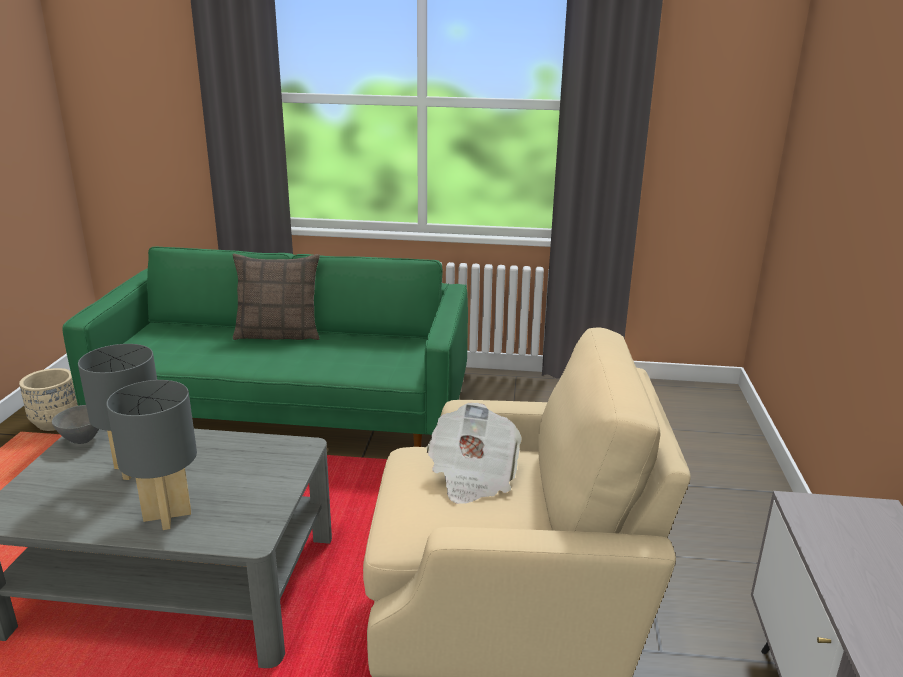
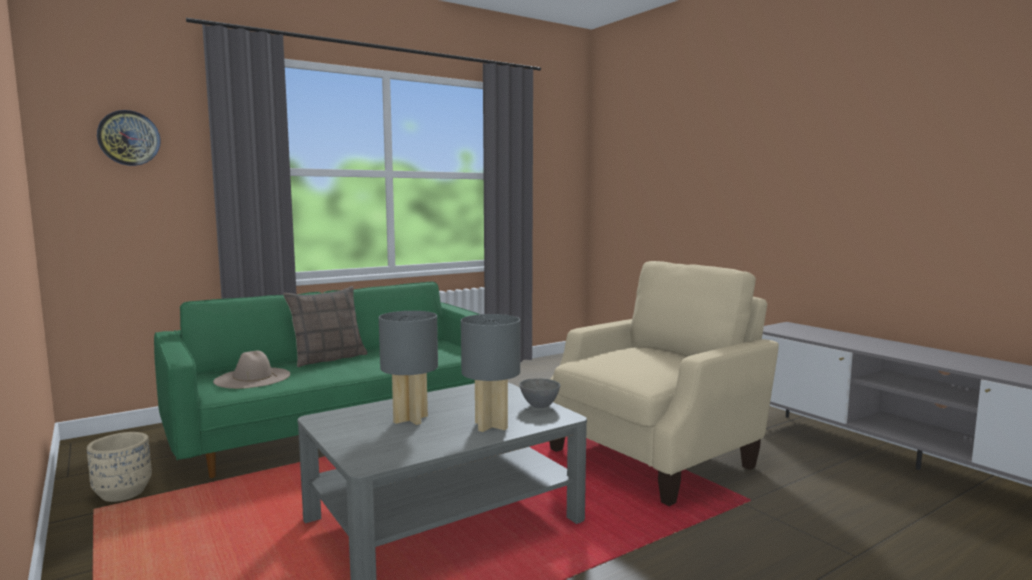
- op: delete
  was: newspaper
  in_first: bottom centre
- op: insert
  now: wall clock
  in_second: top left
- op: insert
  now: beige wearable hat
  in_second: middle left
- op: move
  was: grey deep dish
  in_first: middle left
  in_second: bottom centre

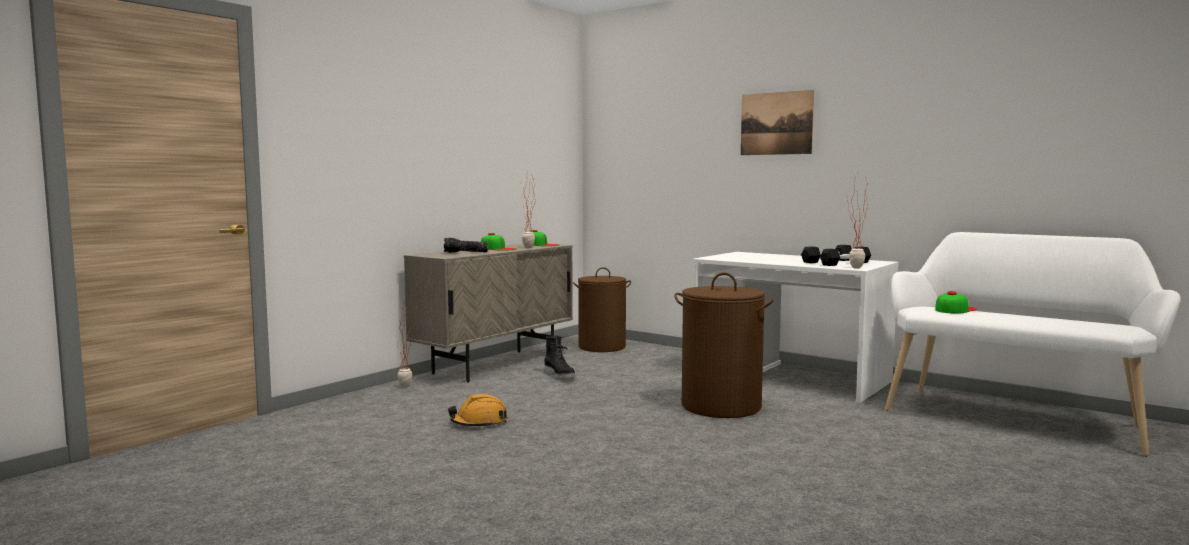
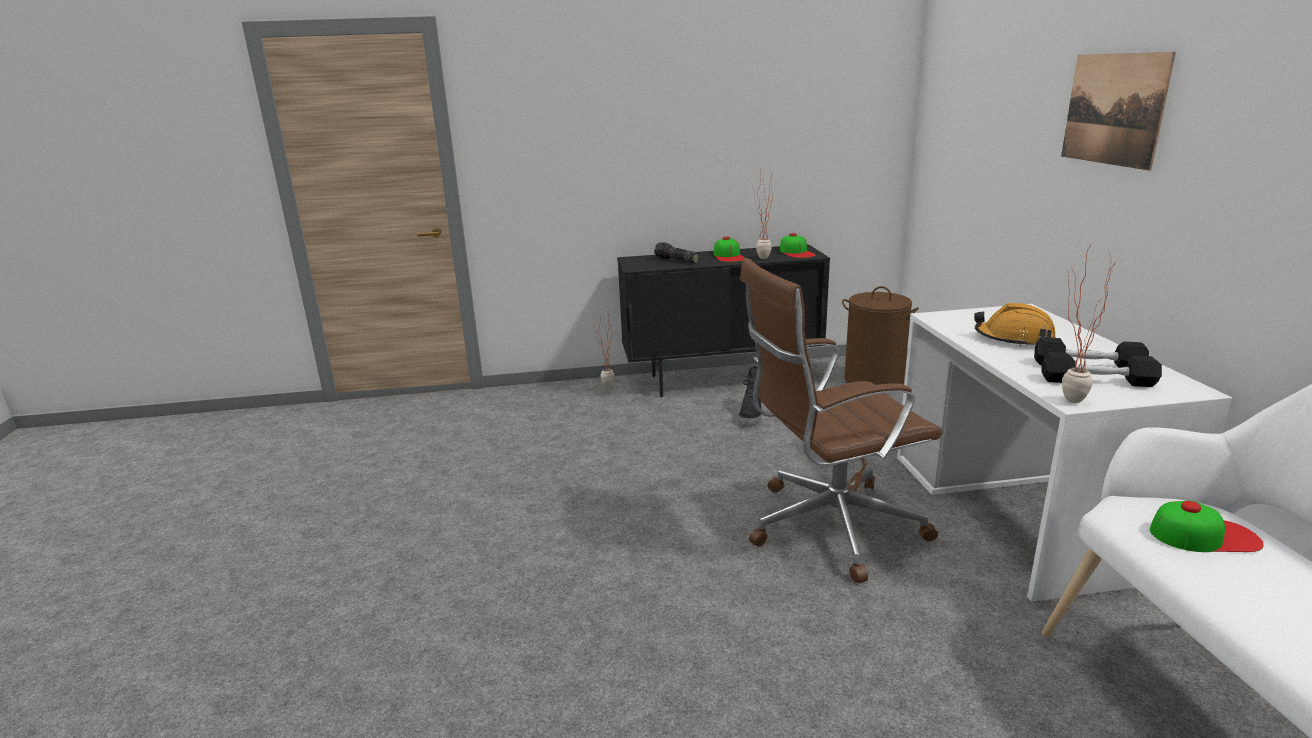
- op: move
  was: orange-coloured hard hat
  in_first: bottom centre
  in_second: middle right
- op: replace
  was: brownish laundry basket (2nd from left)
  now: brownish office chair
  in_first: centre
  in_second: centre
- op: recolor
  was: beige cupboard
  now: black-coloured cupboard
  in_first: centre
  in_second: centre

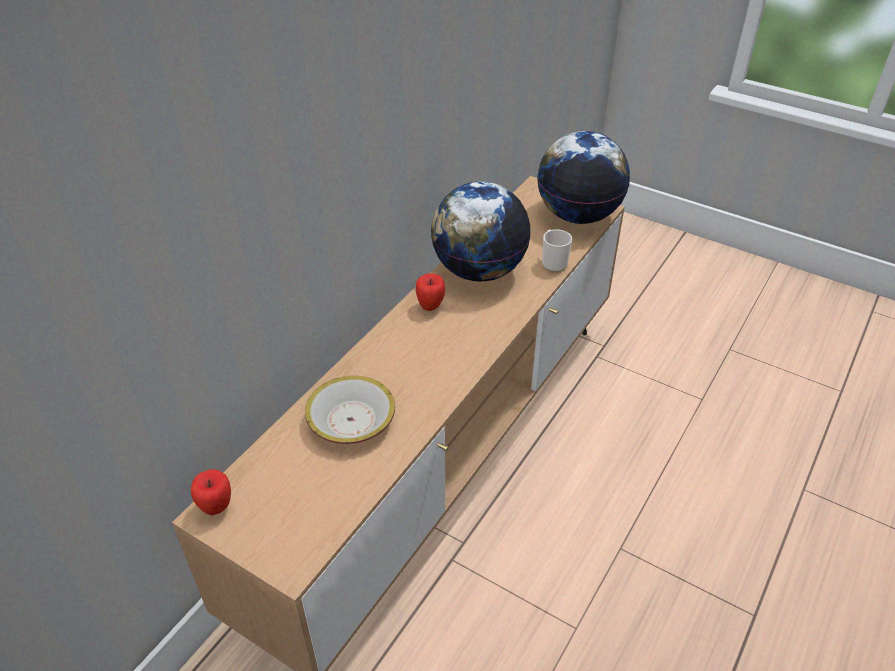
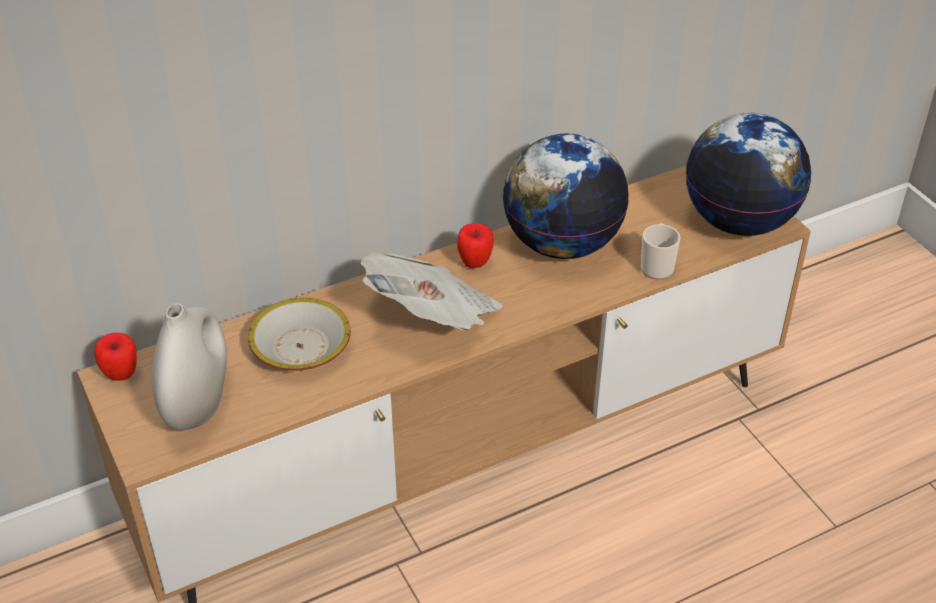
- op: insert
  now: white-coloured vase
  in_second: middle left
- op: insert
  now: newspaper
  in_second: centre

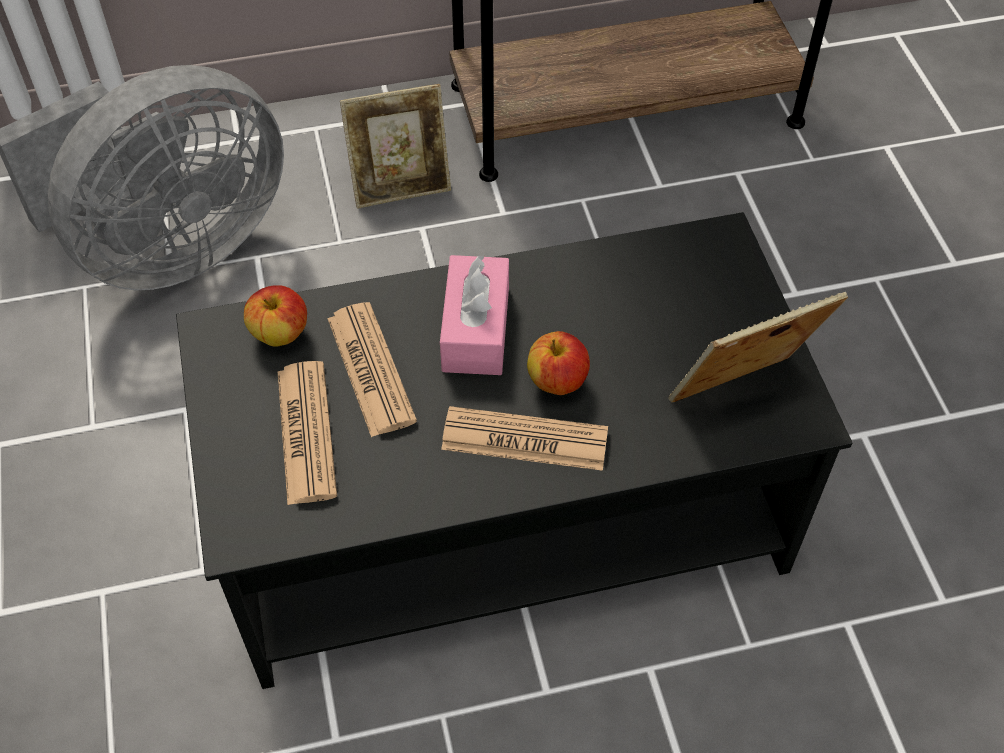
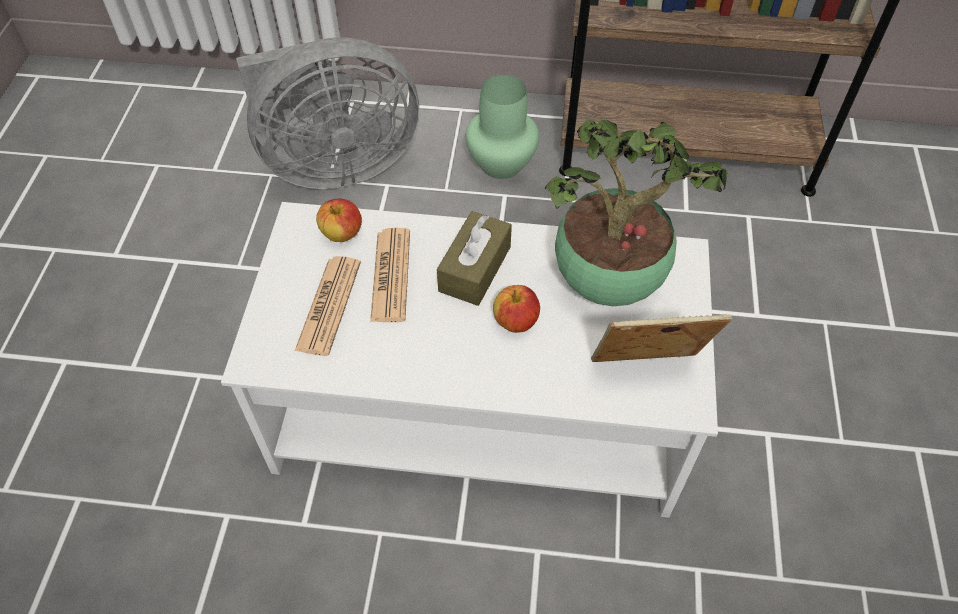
- op: delete
  was: newspaper (3rd from left)
  in_first: centre
- op: insert
  now: potted plant
  in_second: centre
- op: replace
  was: picture frame (1st from left)
  now: green vase
  in_first: top centre
  in_second: top centre
- op: recolor
  was: black-coloured lounge table
  now: white-coloured lounge table
  in_first: centre
  in_second: centre
- op: recolor
  was: pink box of tissues
  now: brownish box of tissues
  in_first: centre
  in_second: centre

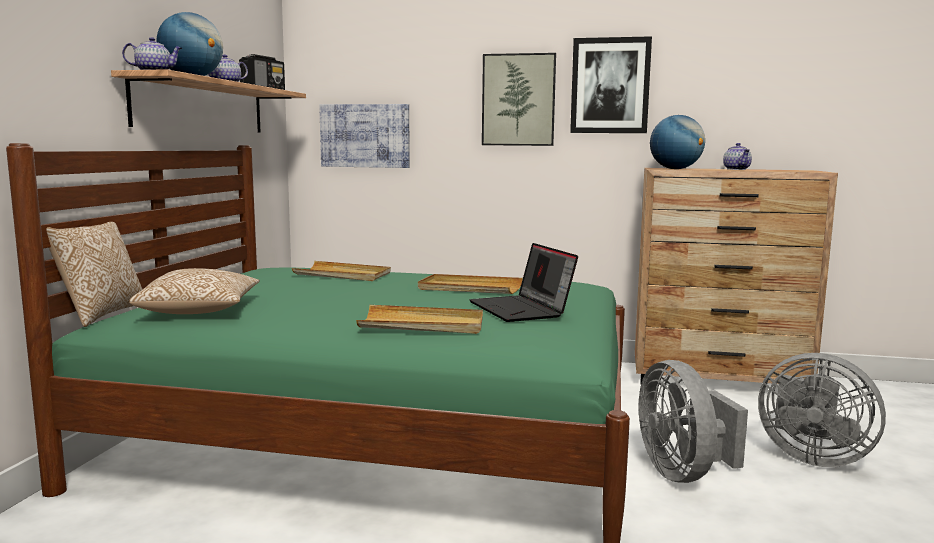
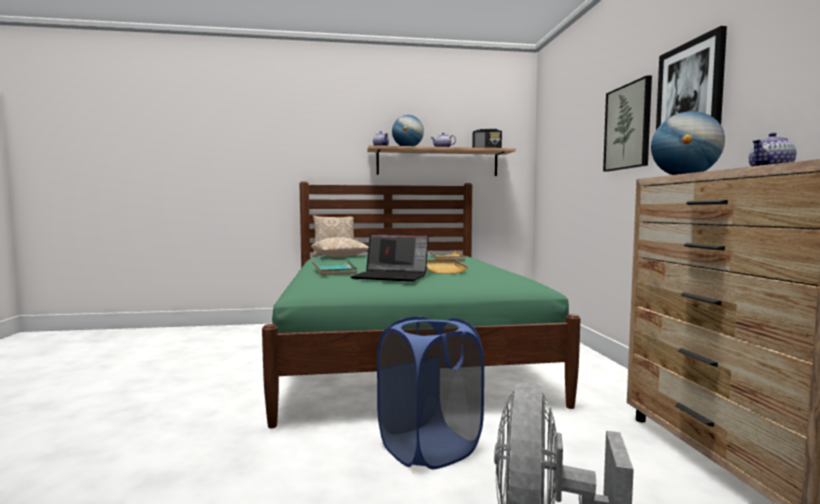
- op: delete
  was: wall picture (1st from left)
  in_first: top centre
- op: replace
  was: grey cooling fan (1st from left)
  now: blue laundry basket
  in_first: bottom right
  in_second: bottom centre
- op: recolor
  was: beige tray (2nd from left)
  now: blue-green tray
  in_first: centre
  in_second: centre
- op: rotate
  was: laptop
  in_first: centre
  in_second: centre
  clockwise: -120

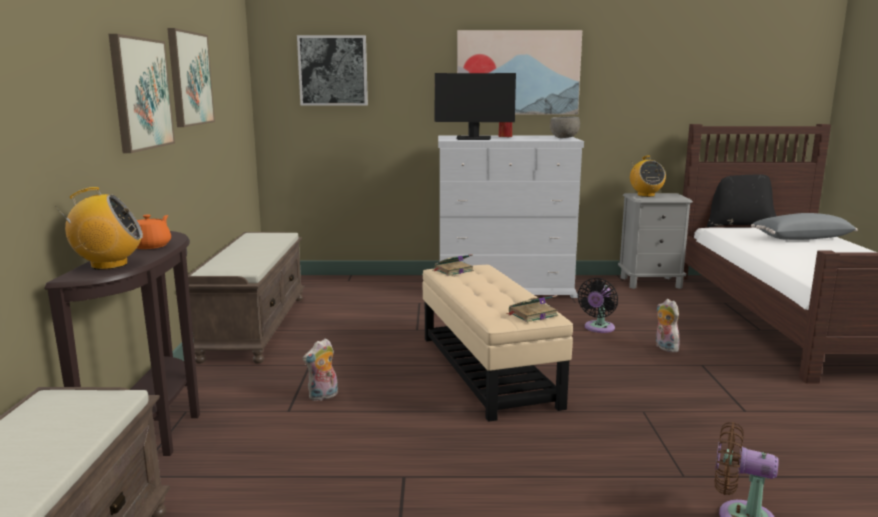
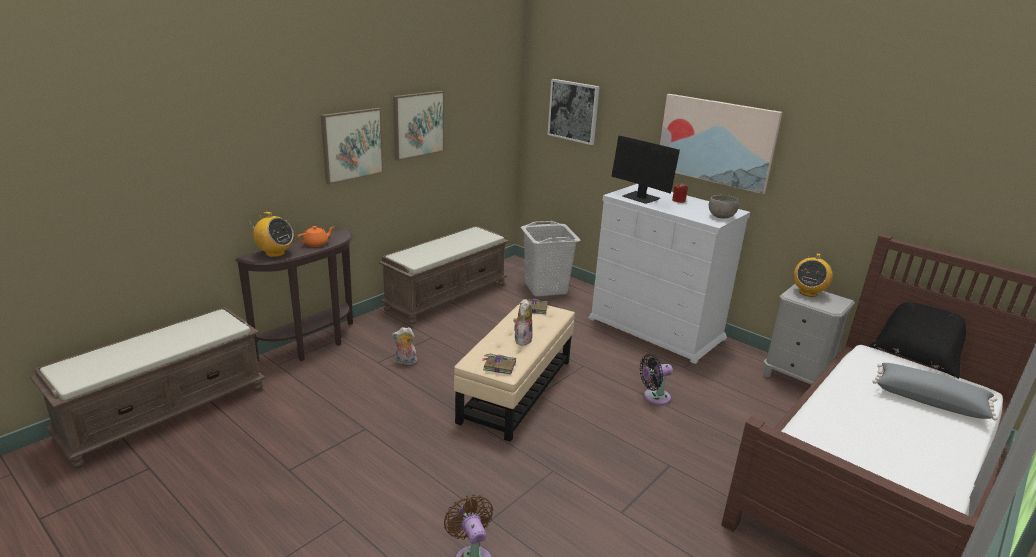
- op: insert
  now: grey laundry basket
  in_second: centre
- op: move
  was: plush toy (2nd from left)
  in_first: middle right
  in_second: centre

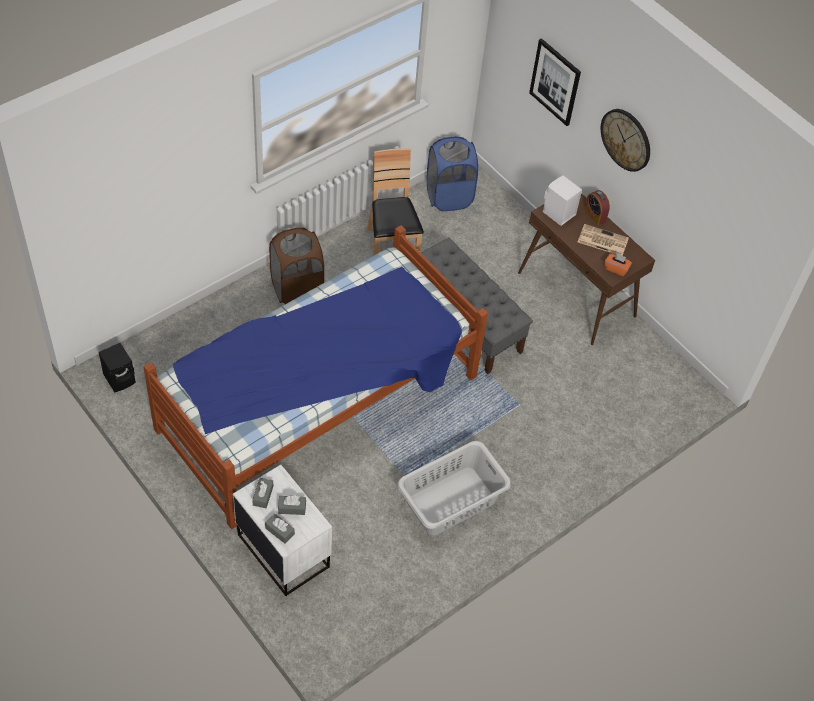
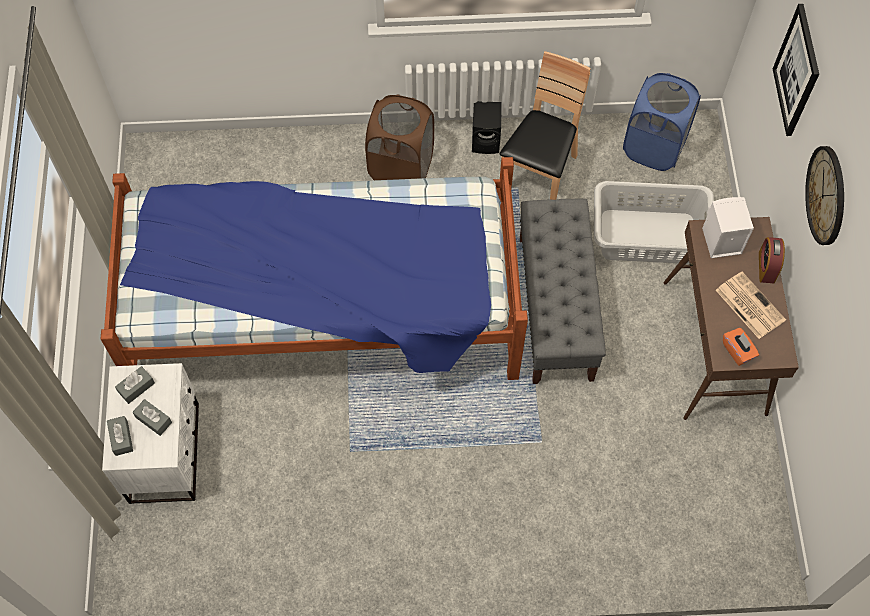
- op: move
  was: black-coloured speaker
  in_first: middle left
  in_second: top centre
- op: move
  was: grey laundry basket
  in_first: bottom centre
  in_second: middle right

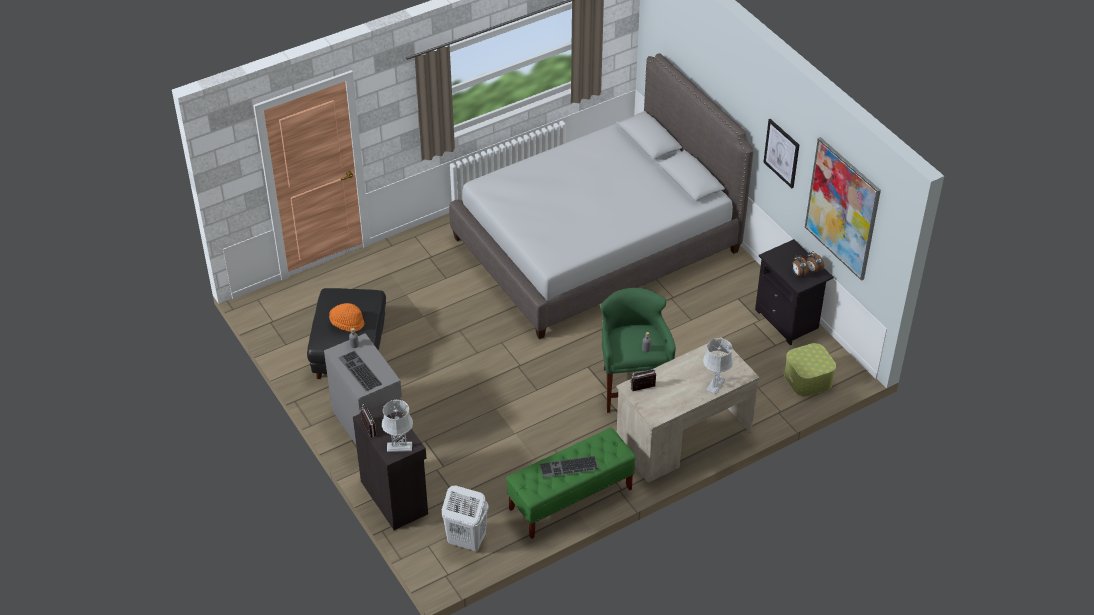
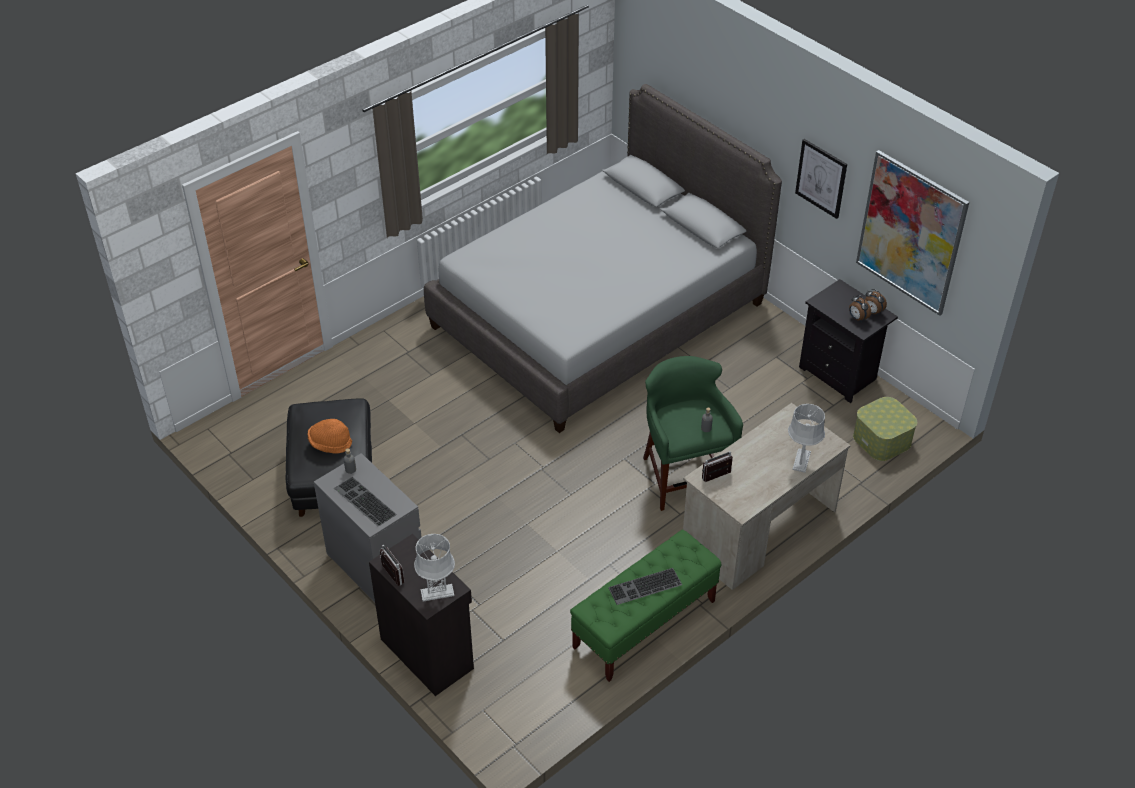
- op: delete
  was: white-coloured laundry basket
  in_first: bottom centre

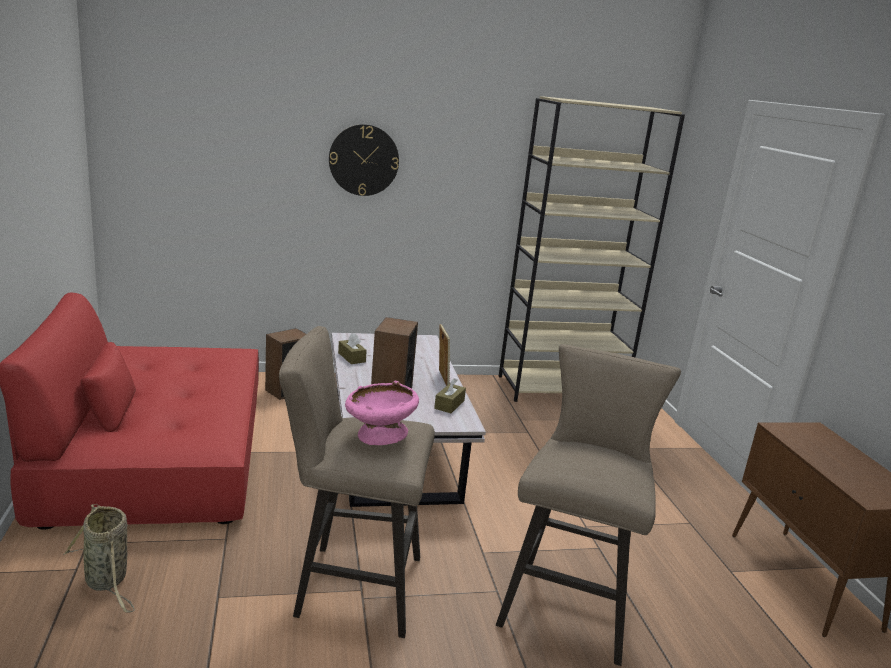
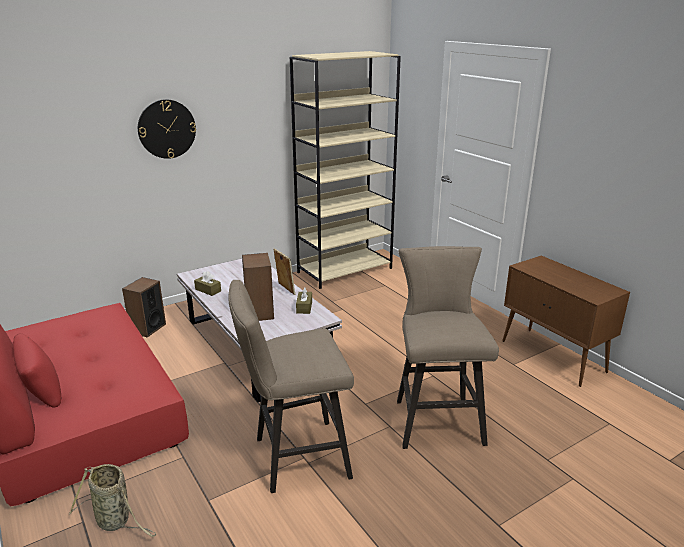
- op: delete
  was: pink deep dish
  in_first: centre

